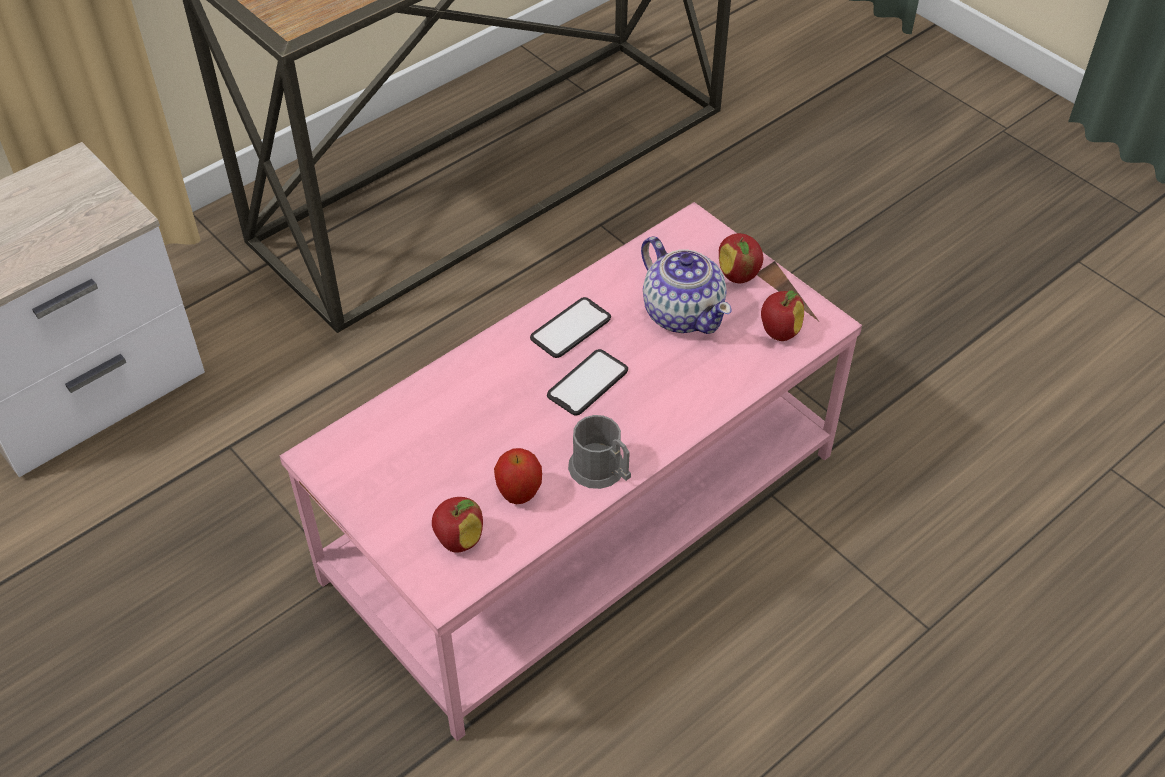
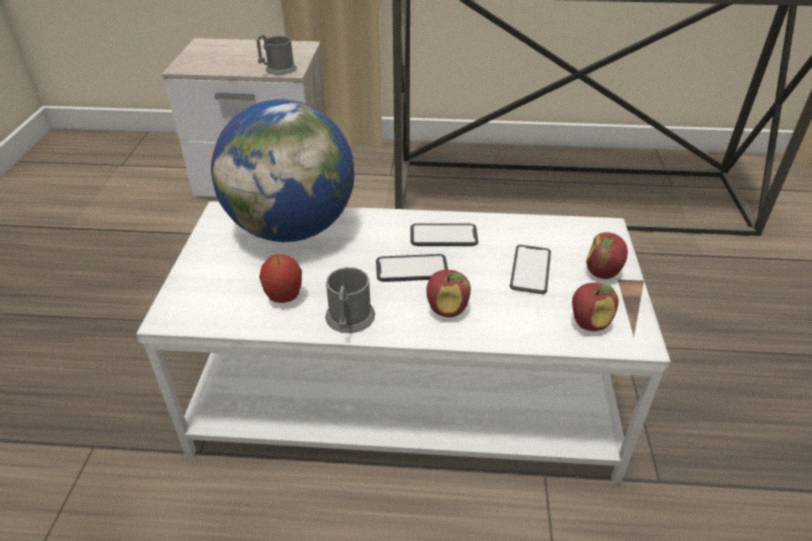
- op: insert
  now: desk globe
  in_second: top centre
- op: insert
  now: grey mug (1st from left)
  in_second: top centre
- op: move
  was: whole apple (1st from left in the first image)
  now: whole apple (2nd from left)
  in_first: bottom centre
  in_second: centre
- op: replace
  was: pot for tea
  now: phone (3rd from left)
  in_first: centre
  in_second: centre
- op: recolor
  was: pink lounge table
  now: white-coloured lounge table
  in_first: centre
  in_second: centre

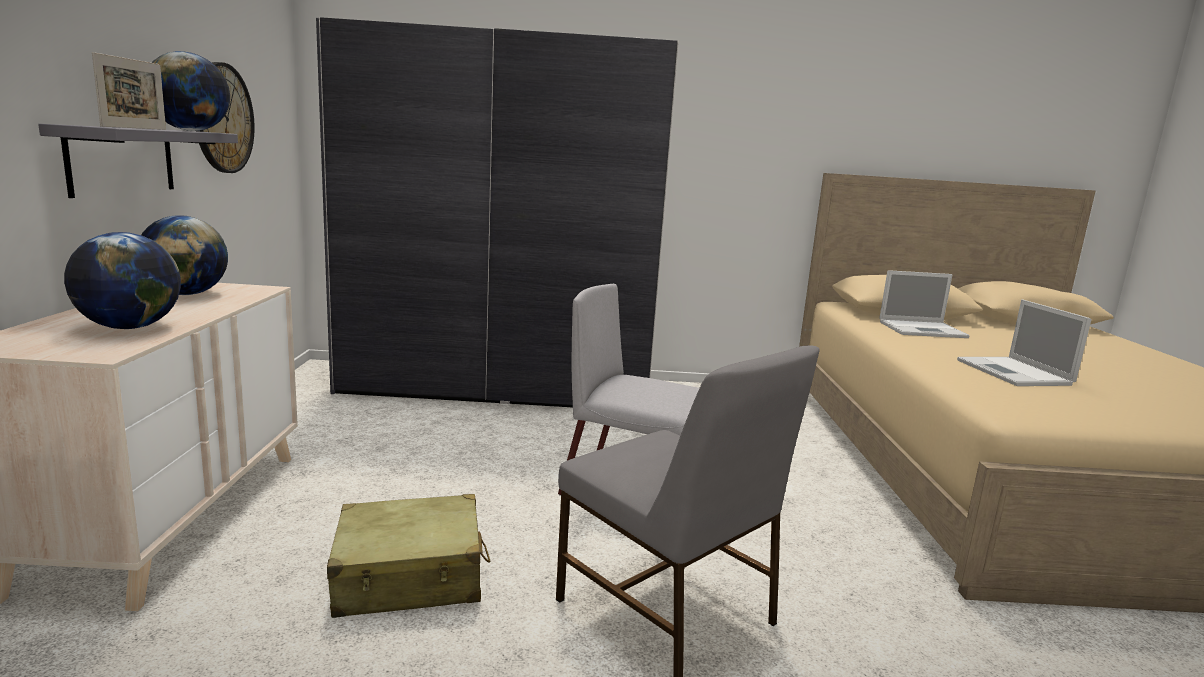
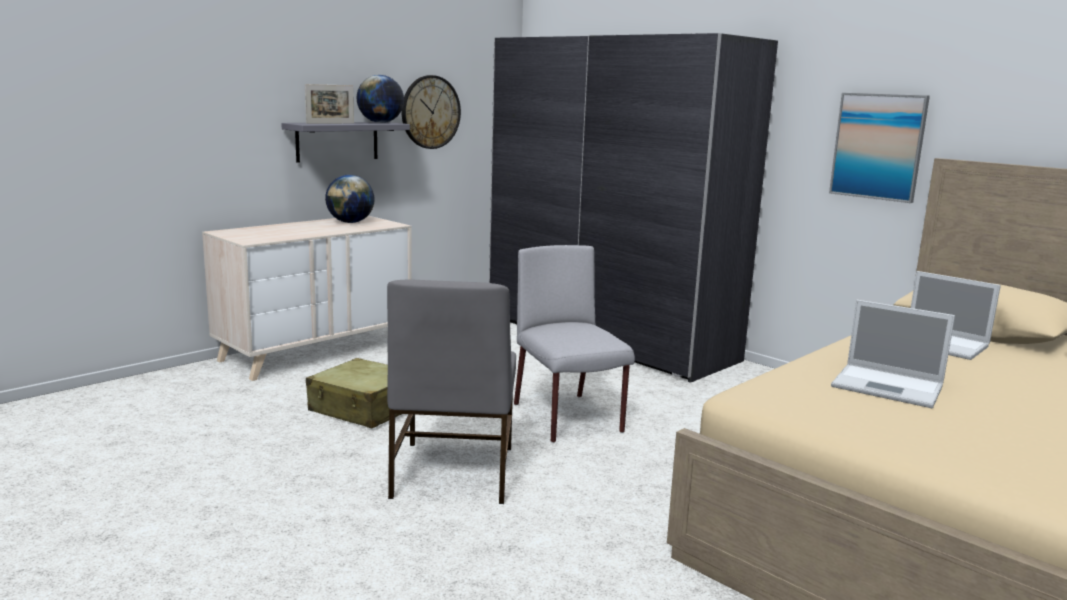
- op: delete
  was: desk globe (1st from left)
  in_first: middle left
- op: insert
  now: wall picture
  in_second: top right
- op: rotate
  was: laptop (2nd from left in the first image)
  in_first: middle right
  in_second: middle right
  clockwise: -90

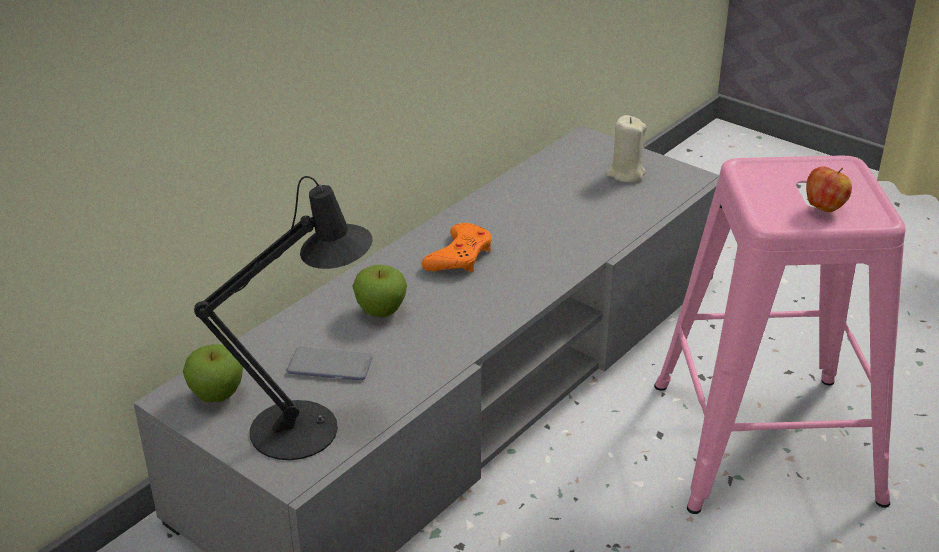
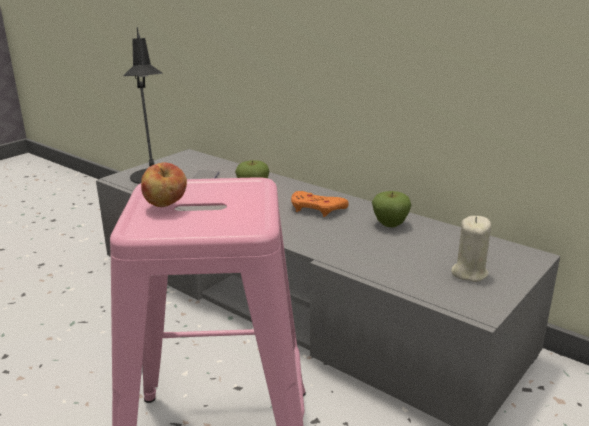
- op: move
  was: whole apple (1st from left in the first image)
  now: whole apple (3rd from left)
  in_first: bottom left
  in_second: centre

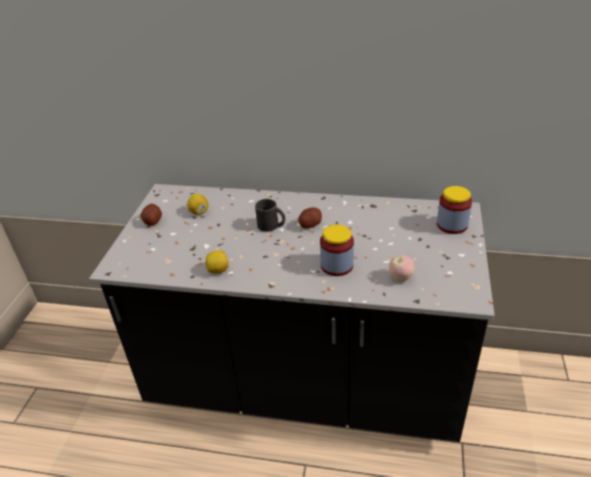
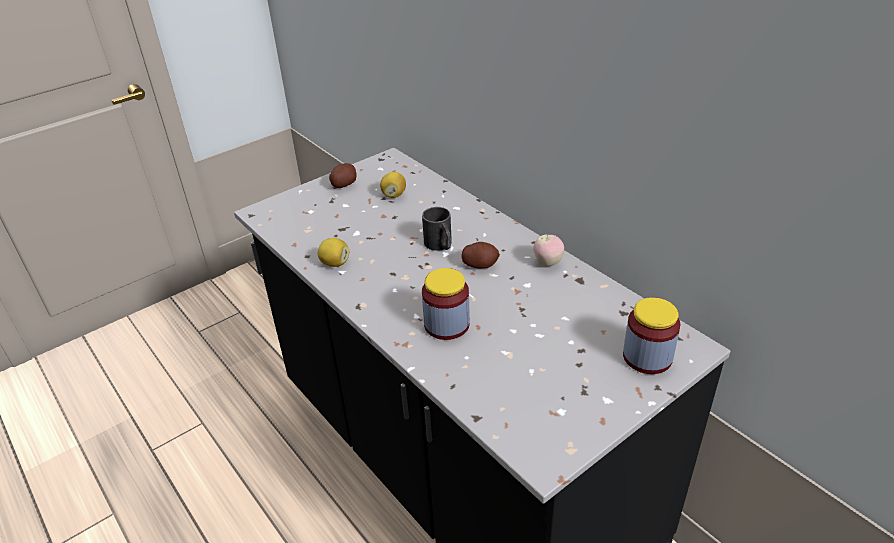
- op: move
  was: whole apple
  in_first: middle right
  in_second: centre

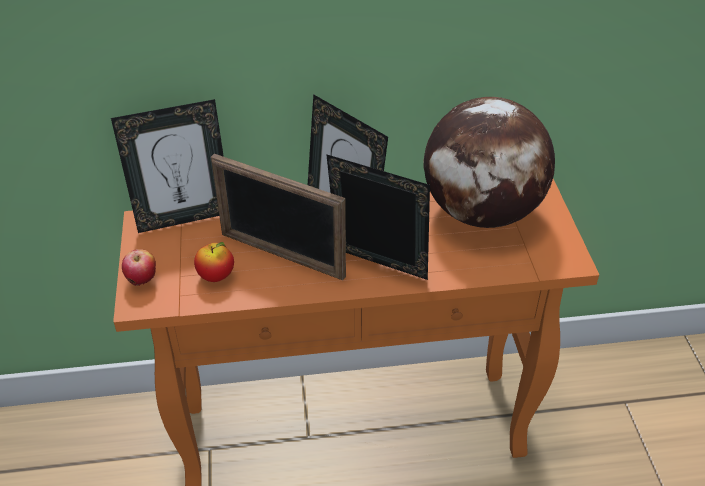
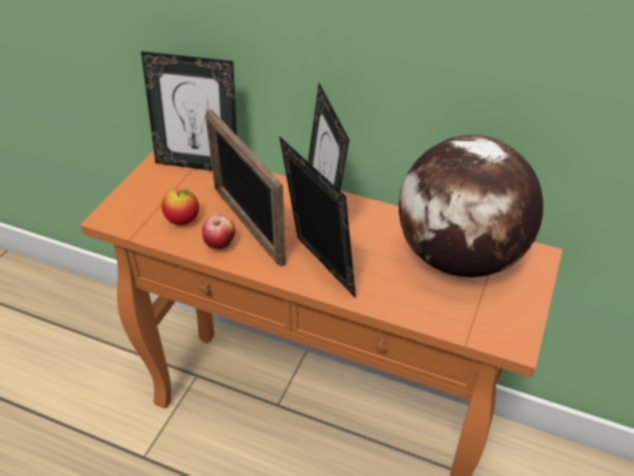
- op: move
  was: whole apple (1st from left in the first image)
  now: whole apple (2nd from left)
  in_first: middle left
  in_second: centre

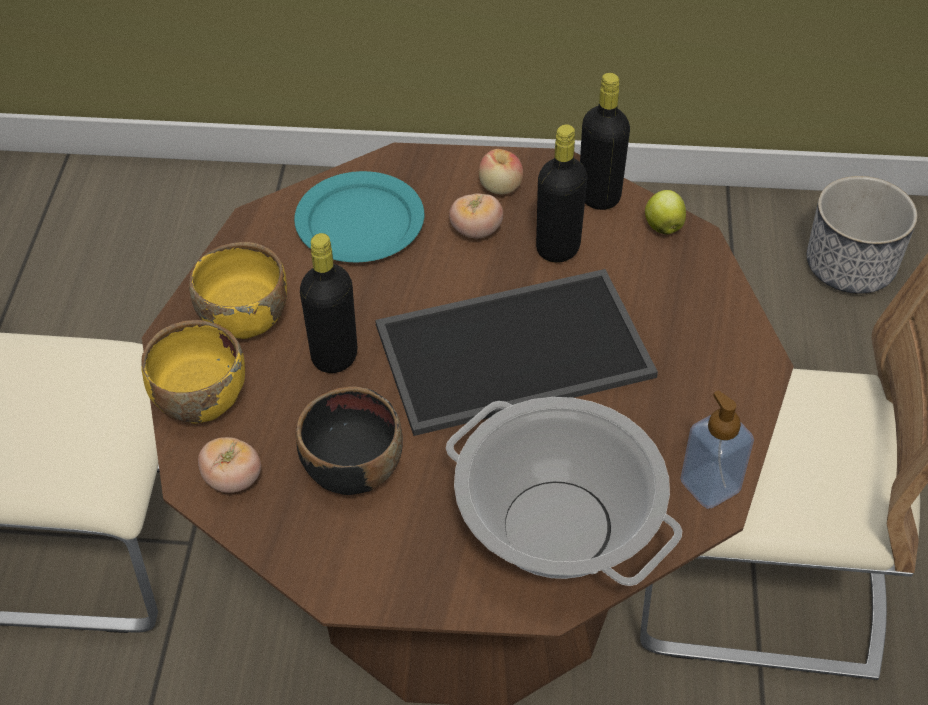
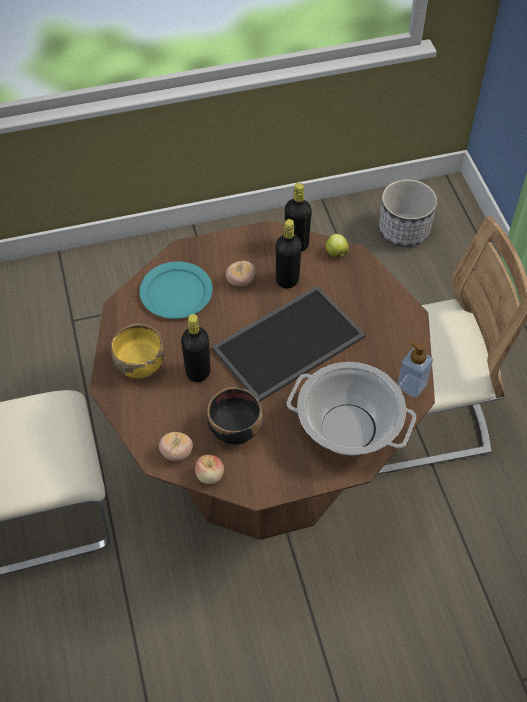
- op: delete
  was: yellow deep dish (1st from left)
  in_first: middle left
- op: move
  was: whole apple (1st from left)
  in_first: top centre
  in_second: bottom centre

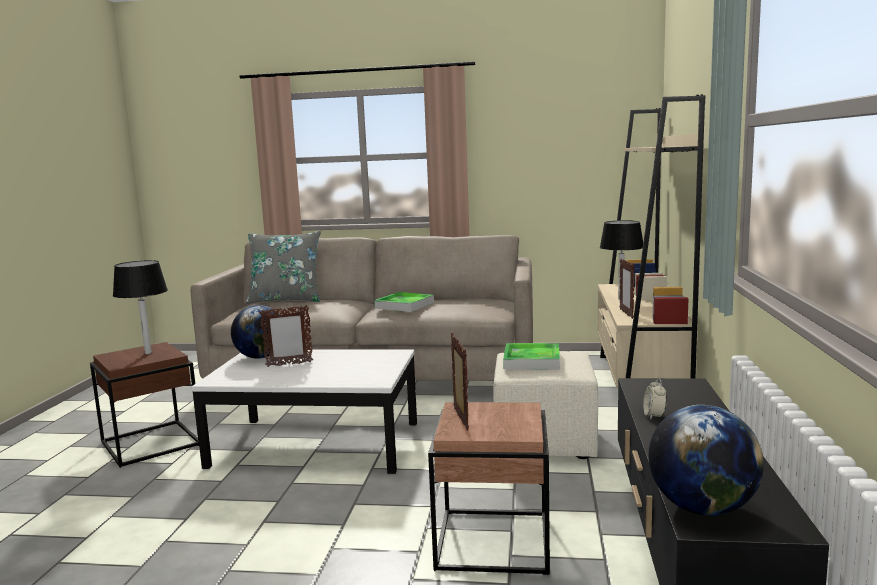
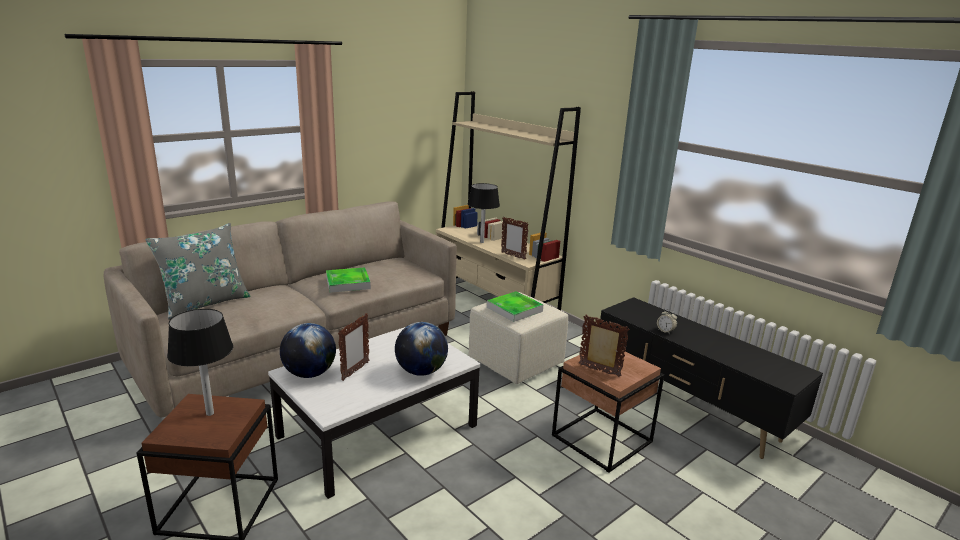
- op: move
  was: desk globe (2nd from left)
  in_first: bottom right
  in_second: centre

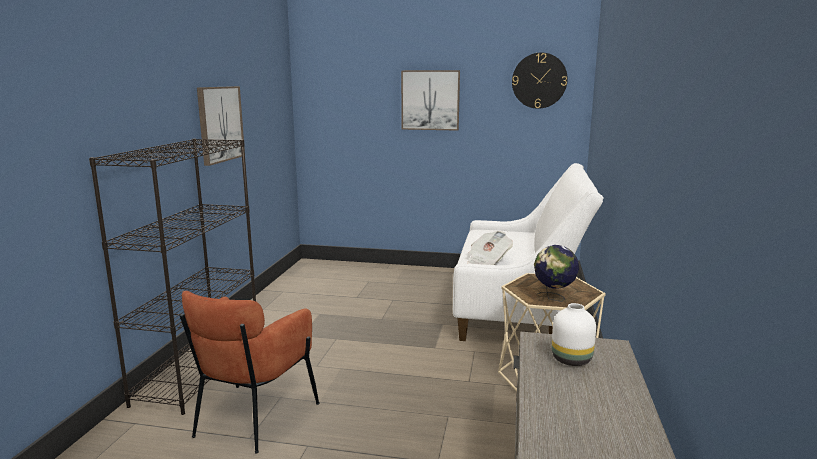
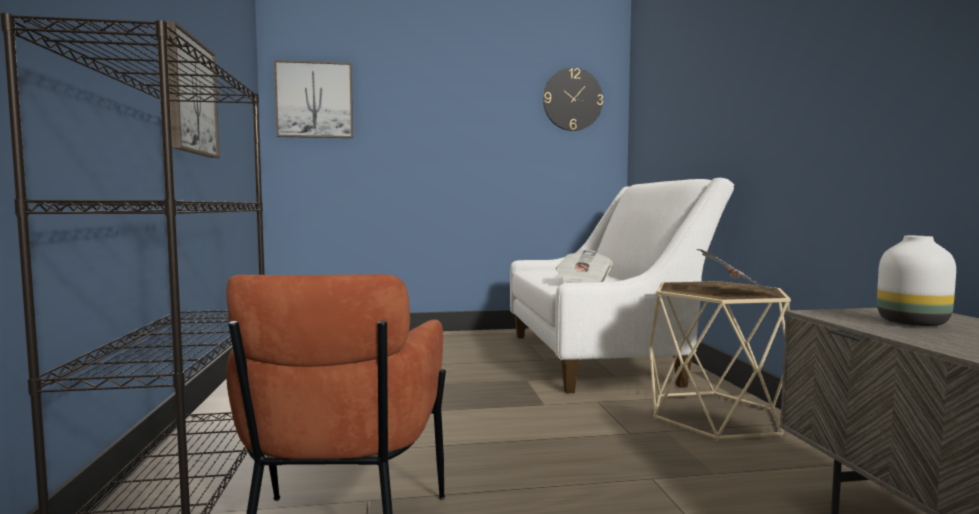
- op: move
  was: wall picture (2nd from left)
  in_first: top centre
  in_second: top left
- op: replace
  was: desk globe
  now: newspaper (2nd from left)
  in_first: middle right
  in_second: middle right

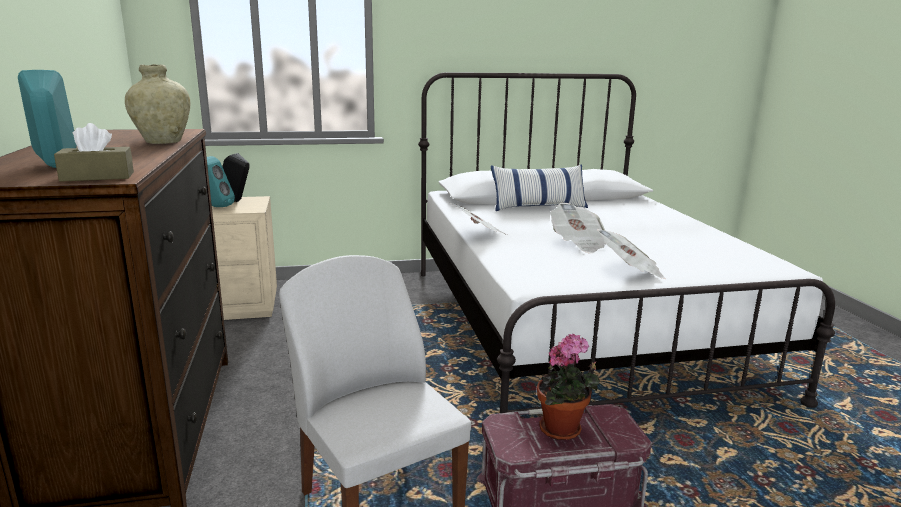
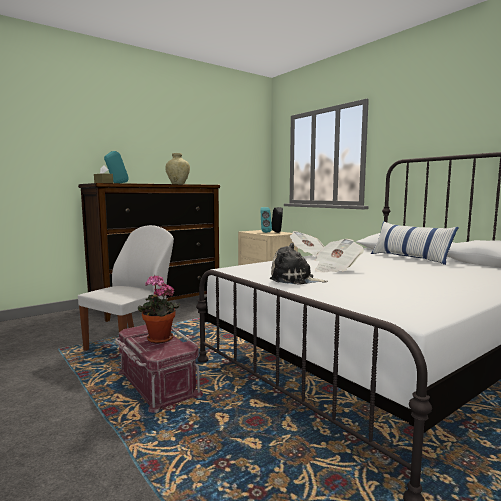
- op: replace
  was: newspaper (3rd from left)
  now: plush toy
  in_first: middle right
  in_second: centre

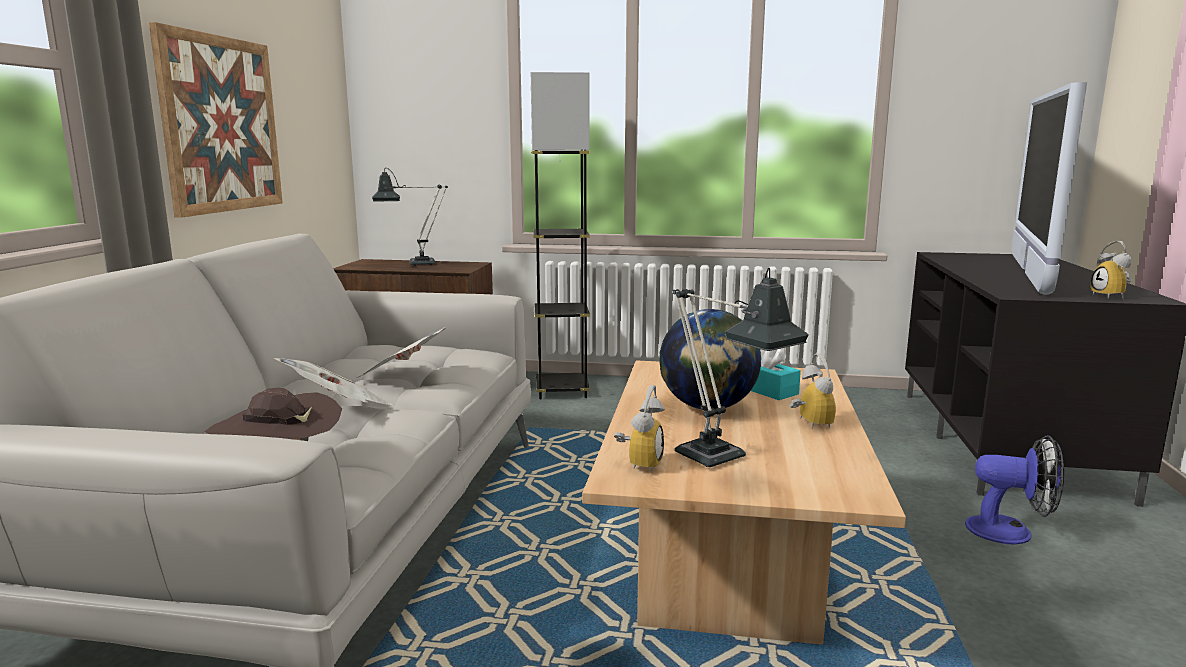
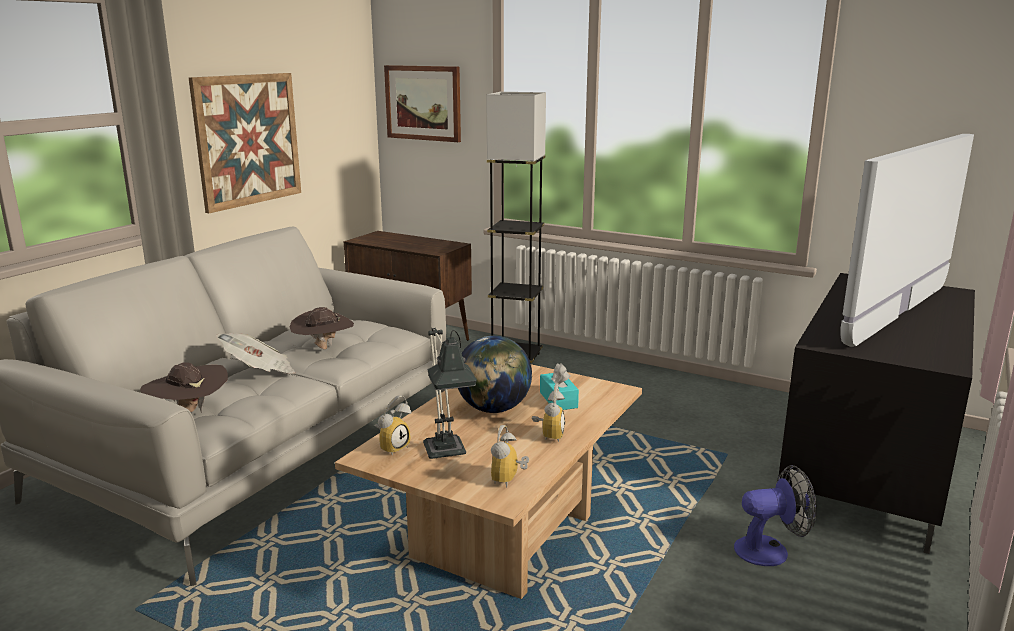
- op: delete
  was: table lamp (1st from left)
  in_first: top centre
- op: insert
  now: wall picture (2nd from left)
  in_second: top centre
- op: move
  was: alarm clock (3rd from left in the first image)
  now: alarm clock (2nd from left)
  in_first: middle right
  in_second: bottom centre
- op: replace
  was: newspaper (2nd from left)
  now: brownish wearable hat (2nd from left)
  in_first: centre
  in_second: middle left
- op: rotate
  was: cooling fan
  in_first: bottom right
  in_second: bottom right
  clockwise: -45

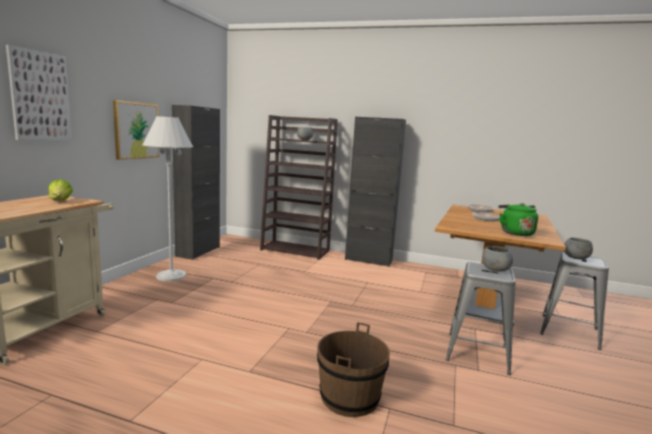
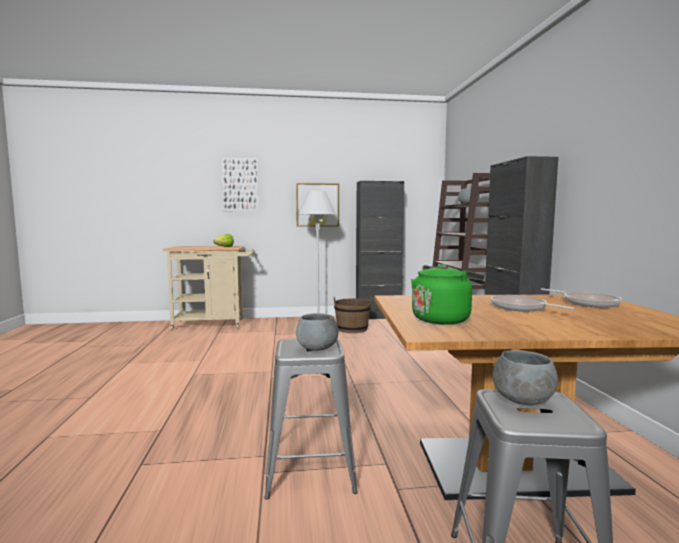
- op: move
  was: brownish bucket
  in_first: bottom centre
  in_second: centre

